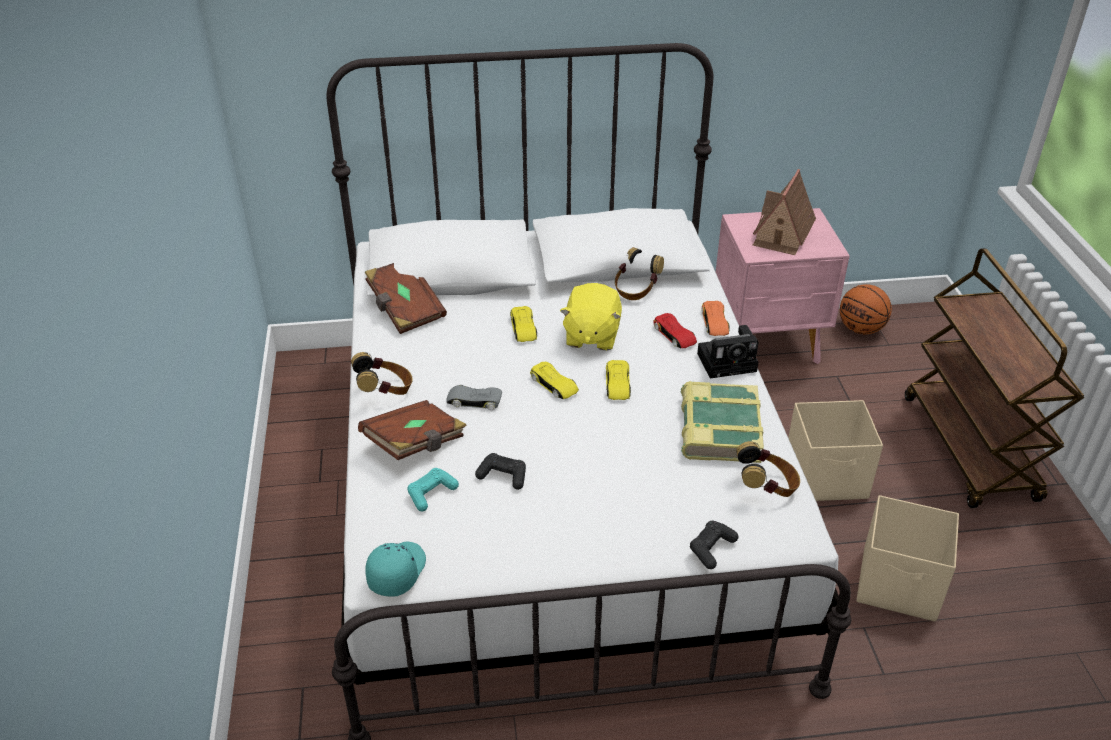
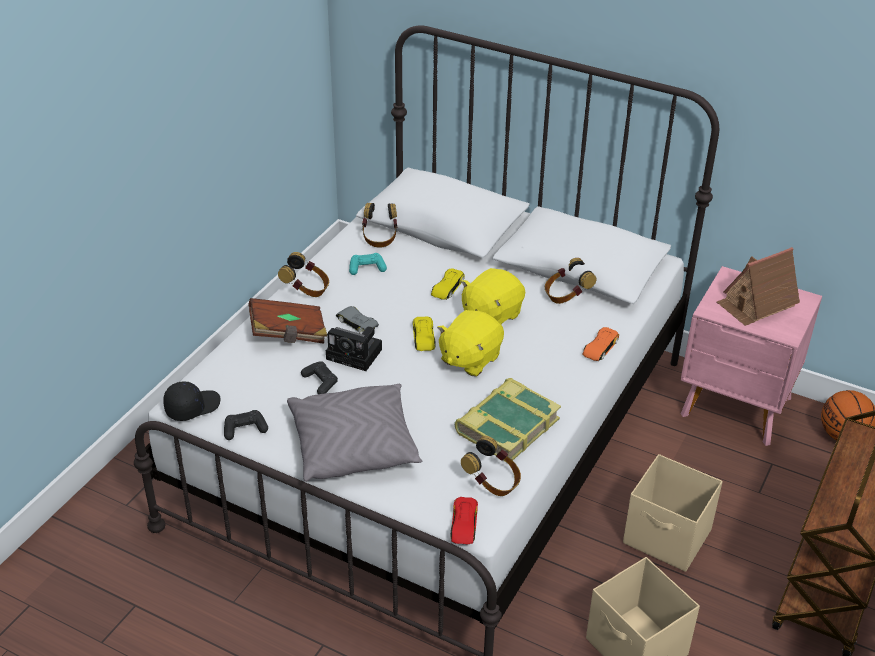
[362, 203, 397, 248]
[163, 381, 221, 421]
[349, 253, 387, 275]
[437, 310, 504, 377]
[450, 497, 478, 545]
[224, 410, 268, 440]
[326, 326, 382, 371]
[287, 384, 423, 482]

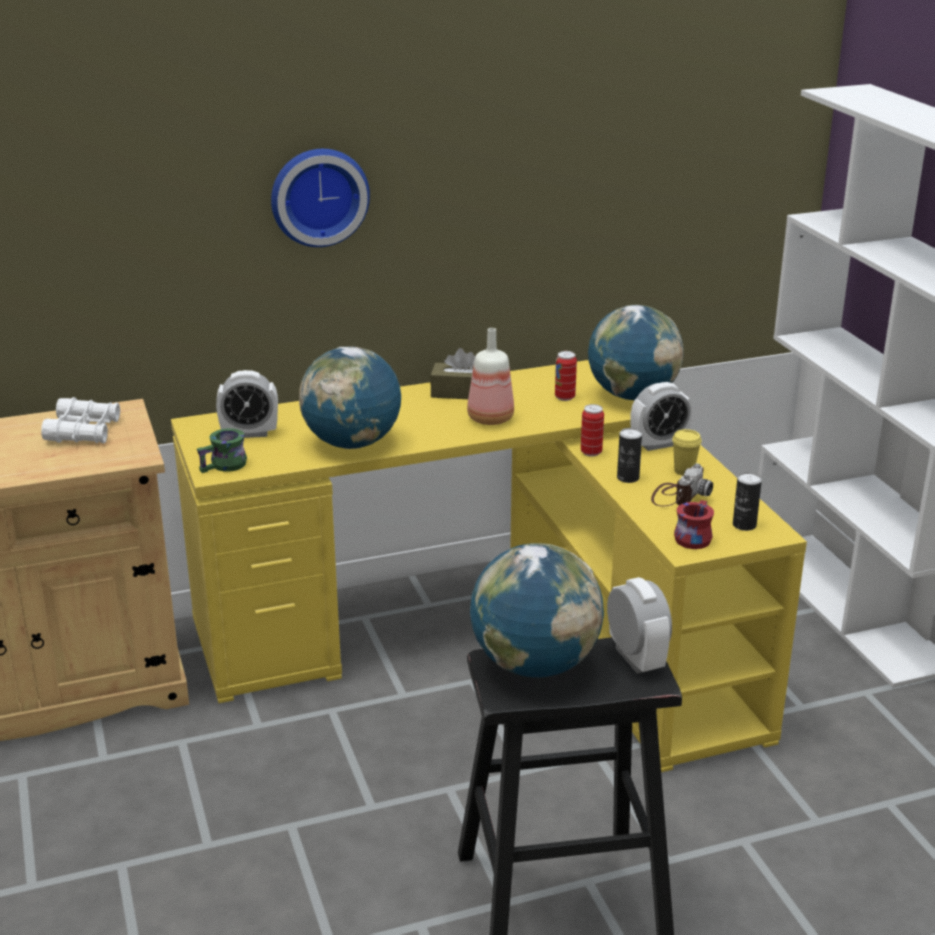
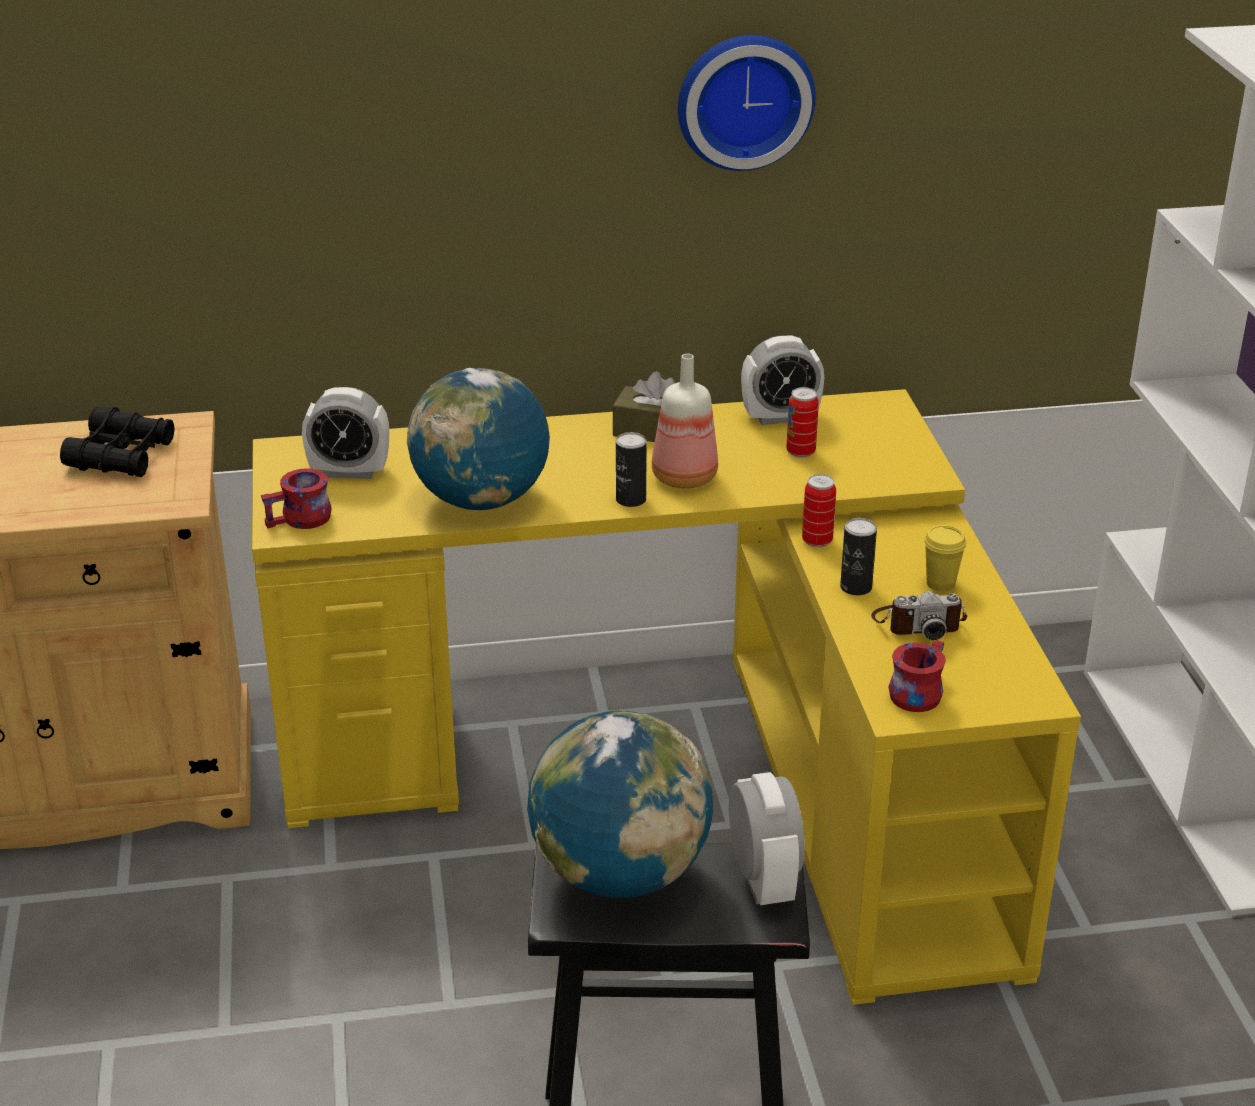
[60, 407, 175, 477]
[261, 468, 332, 529]
[678, 35, 816, 171]
[588, 305, 683, 400] (first image)
[741, 335, 824, 425]
[871, 591, 967, 640]
[616, 432, 647, 507]

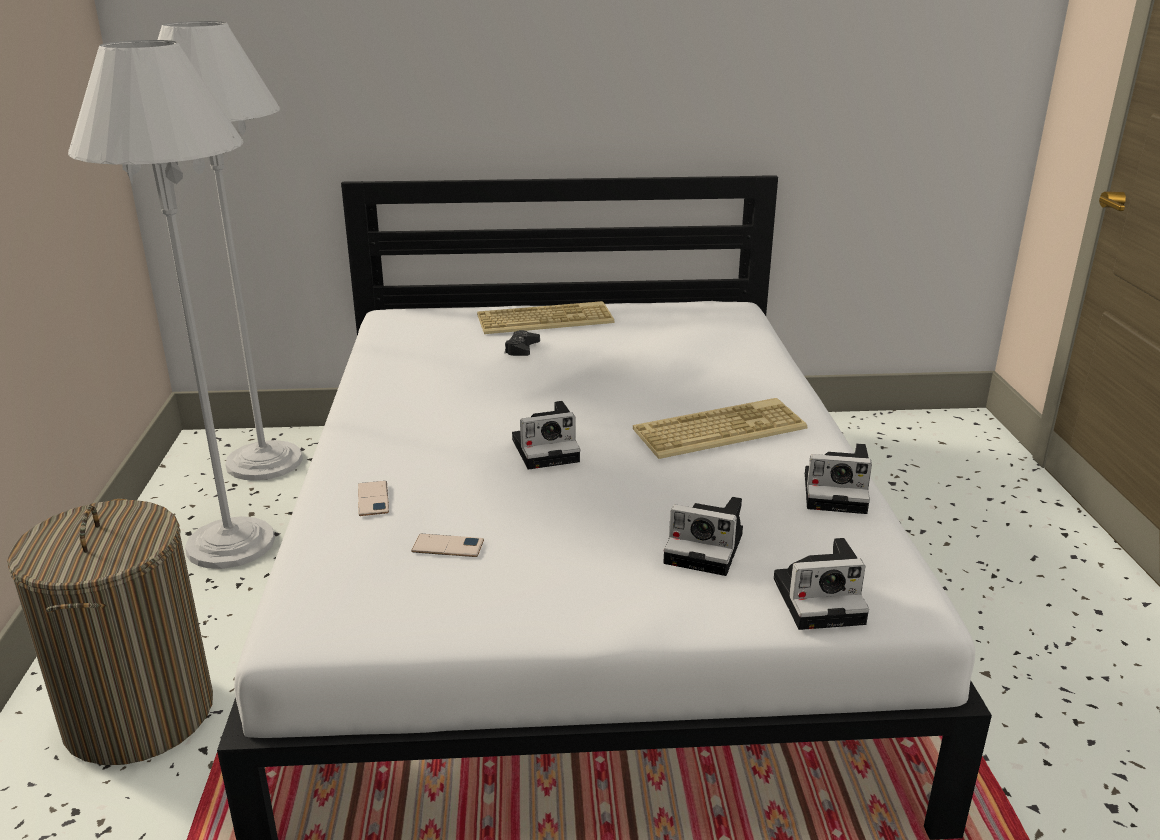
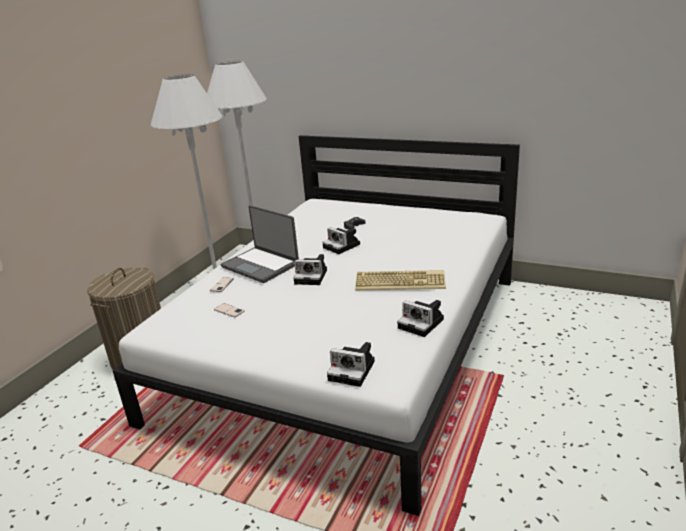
[477, 301, 615, 334] (first image)
[322, 227, 360, 254]
[220, 205, 299, 283]

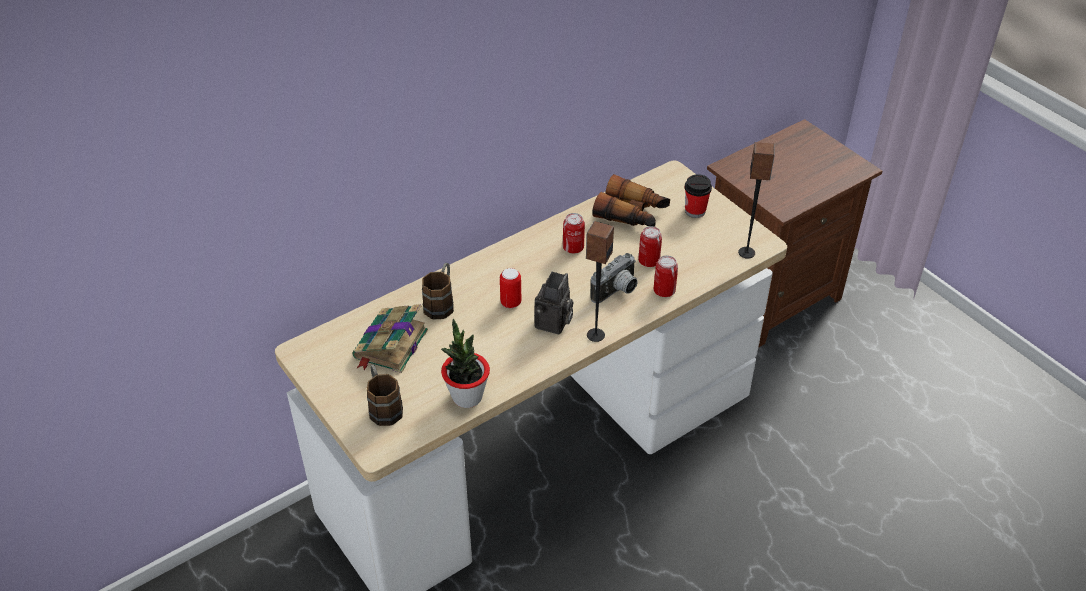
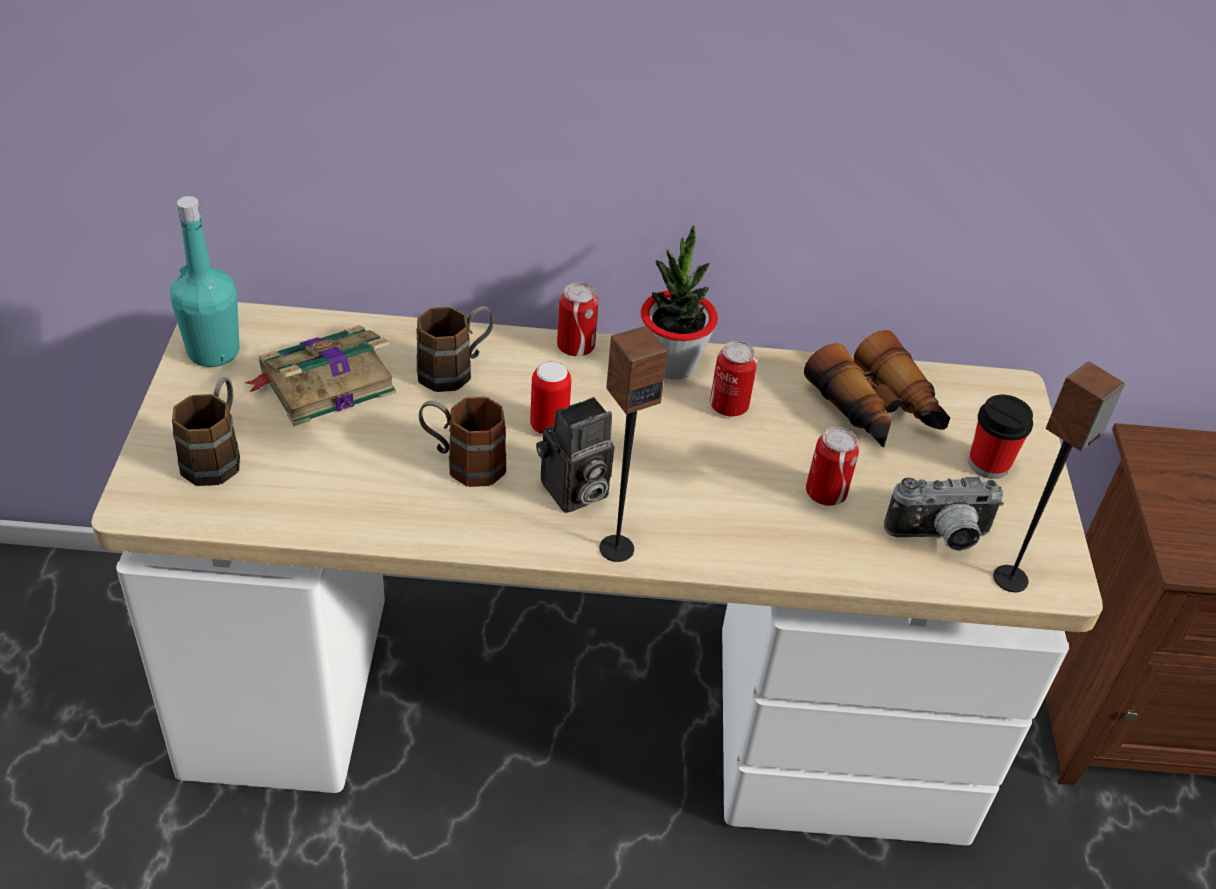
[641, 225, 718, 380]
[883, 477, 1004, 551]
[557, 282, 598, 356]
[170, 196, 240, 367]
[419, 397, 506, 487]

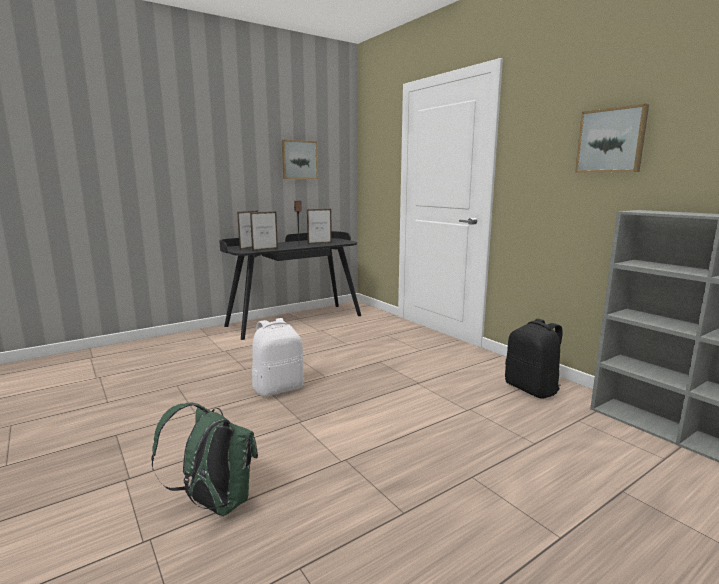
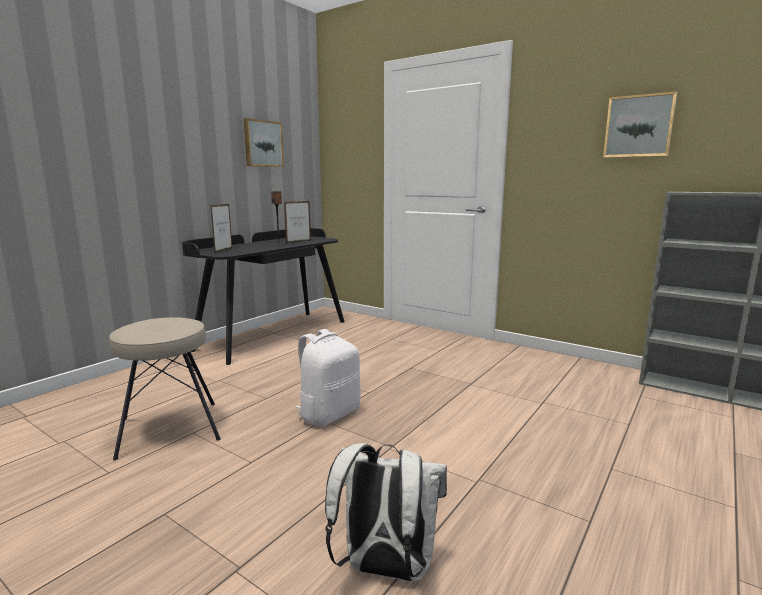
[325, 443, 447, 581]
[250, 211, 278, 251] (first image)
[505, 319, 563, 399] (first image)
[109, 317, 221, 460]

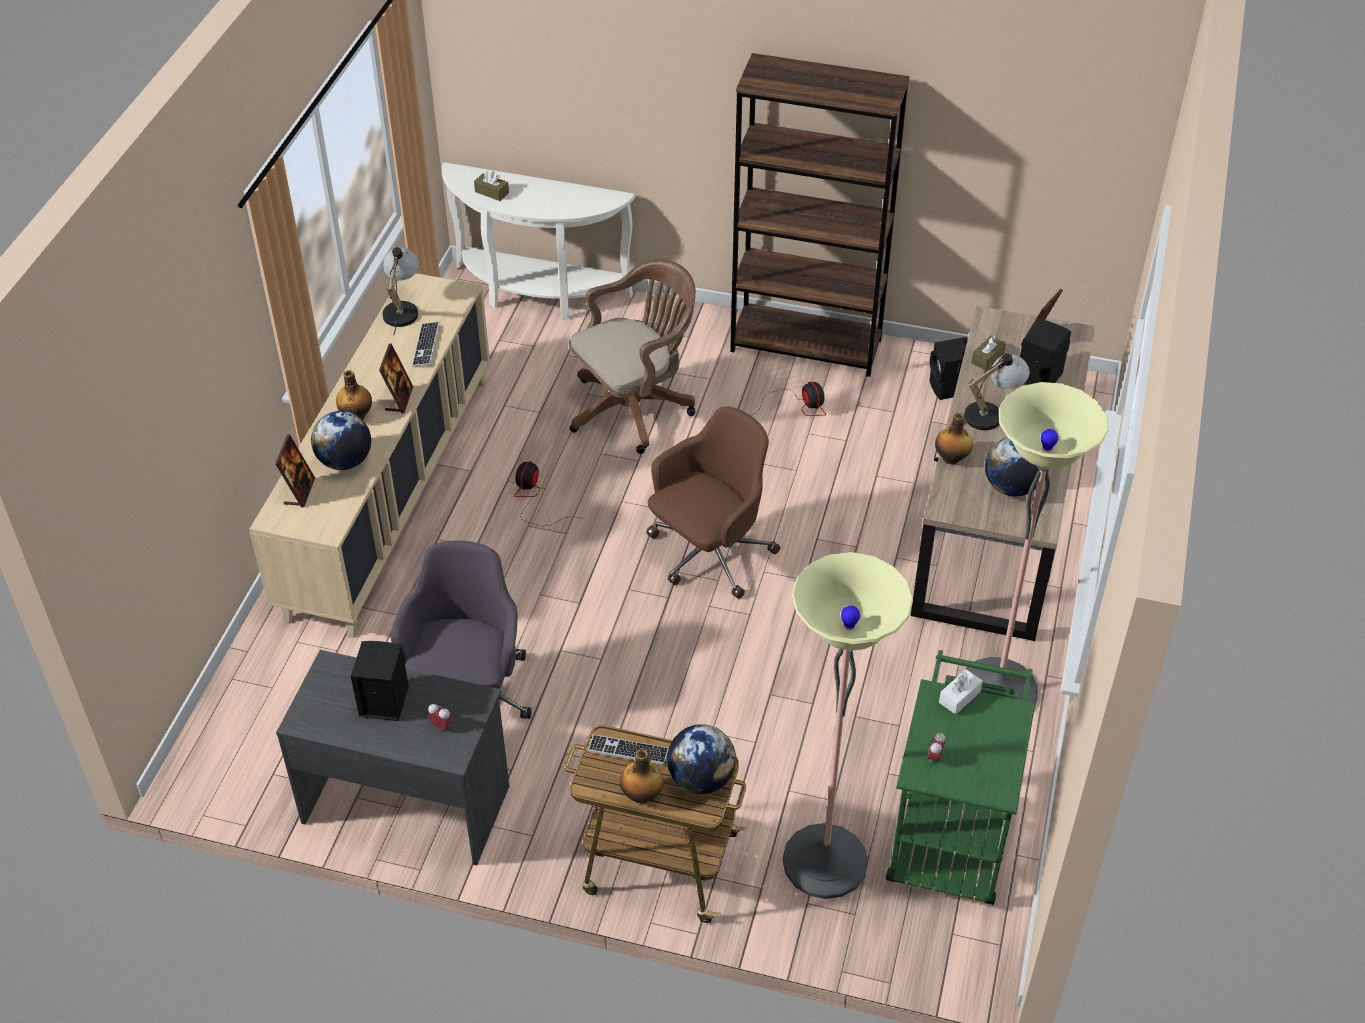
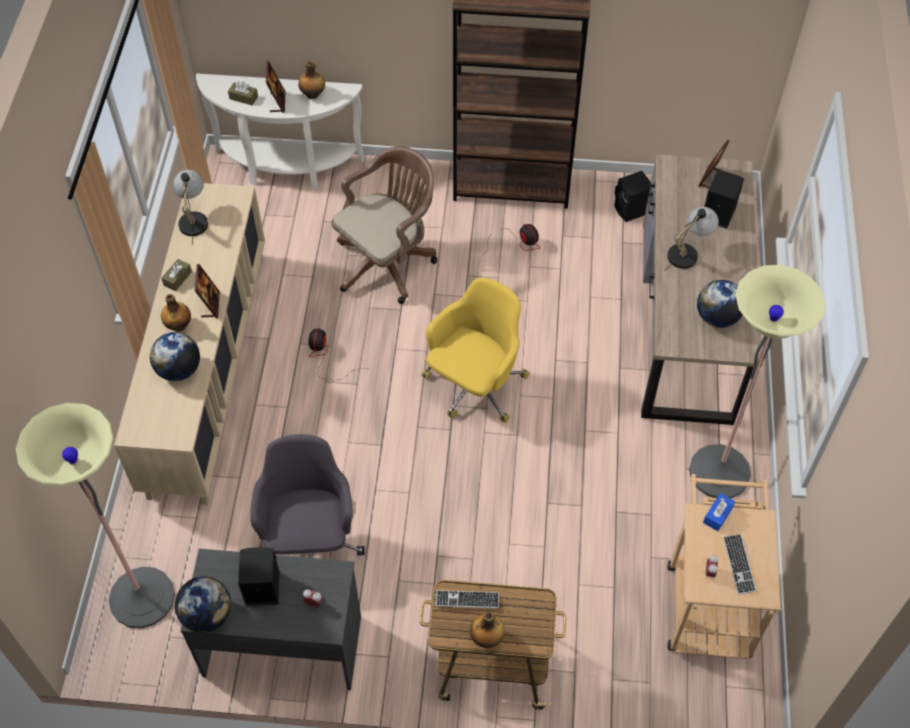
[266, 61, 286, 113]
[723, 534, 756, 595]
[422, 278, 529, 423]
[175, 576, 231, 633]
[16, 403, 175, 629]
[667, 474, 781, 659]
[298, 61, 325, 99]
[703, 493, 735, 531]
[161, 259, 192, 291]

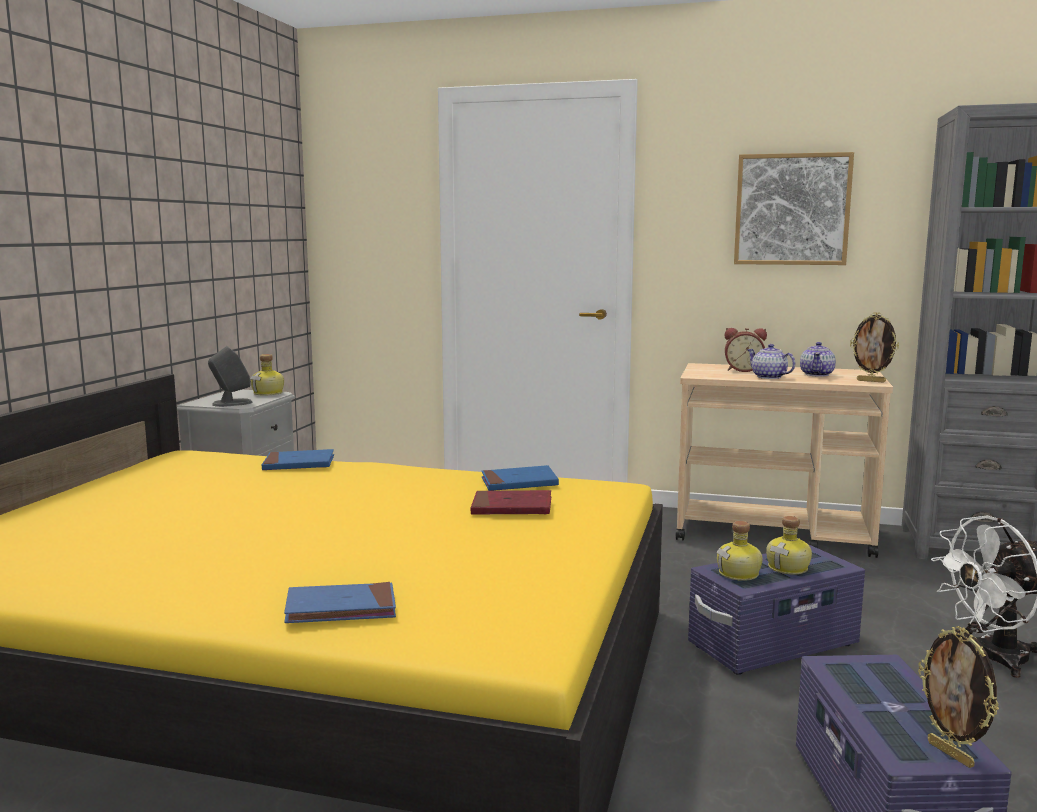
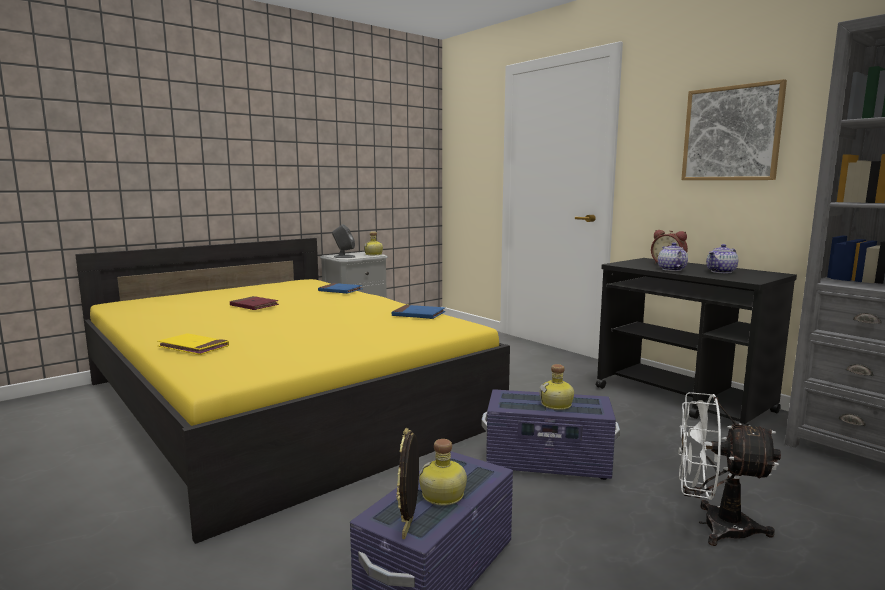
[157, 333, 229, 355]
[230, 296, 279, 310]
[596, 258, 797, 426]
[419, 439, 467, 506]
[850, 312, 899, 383] (first image)

